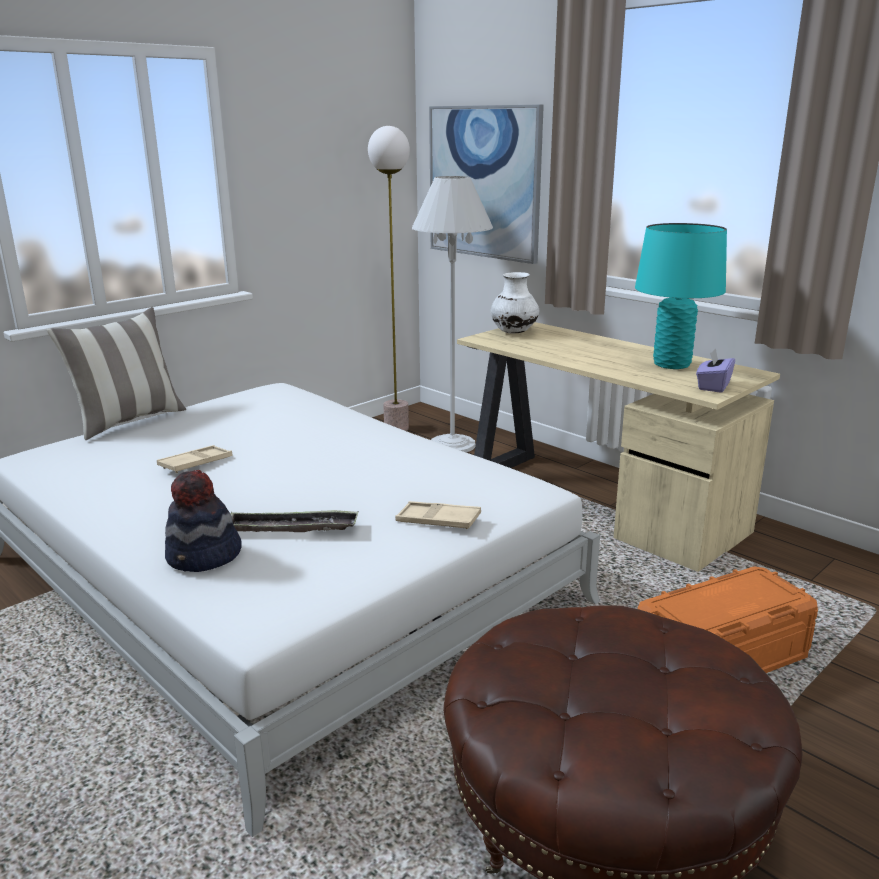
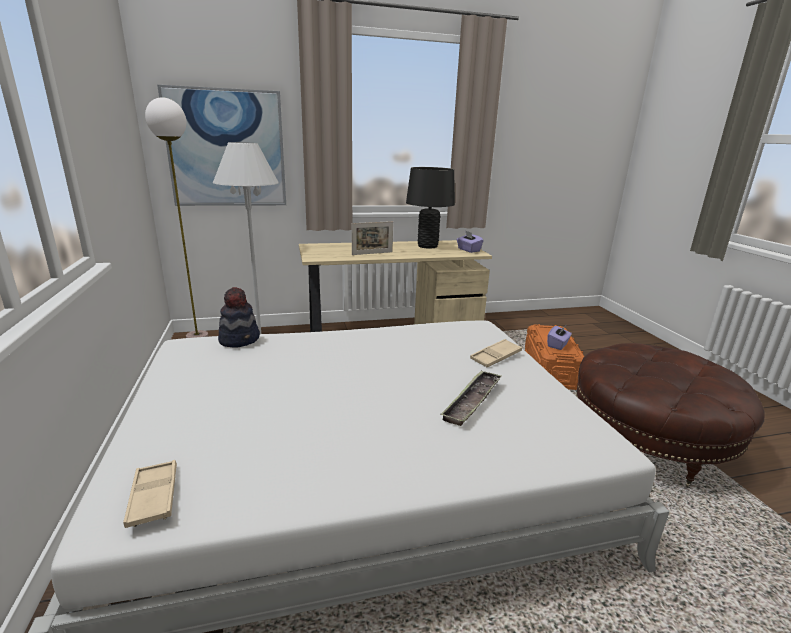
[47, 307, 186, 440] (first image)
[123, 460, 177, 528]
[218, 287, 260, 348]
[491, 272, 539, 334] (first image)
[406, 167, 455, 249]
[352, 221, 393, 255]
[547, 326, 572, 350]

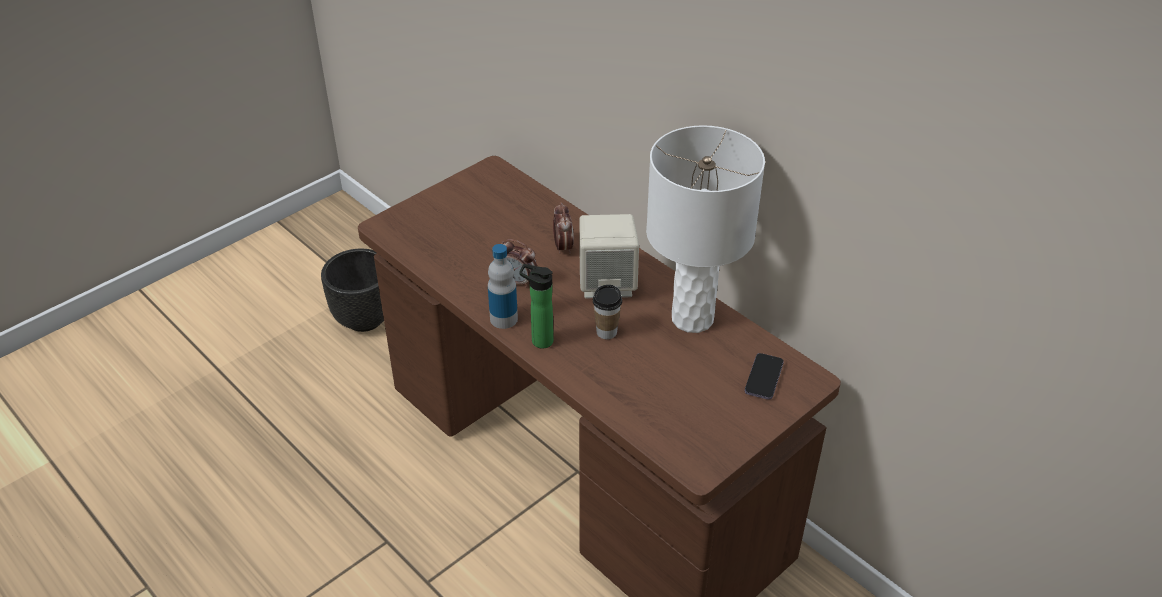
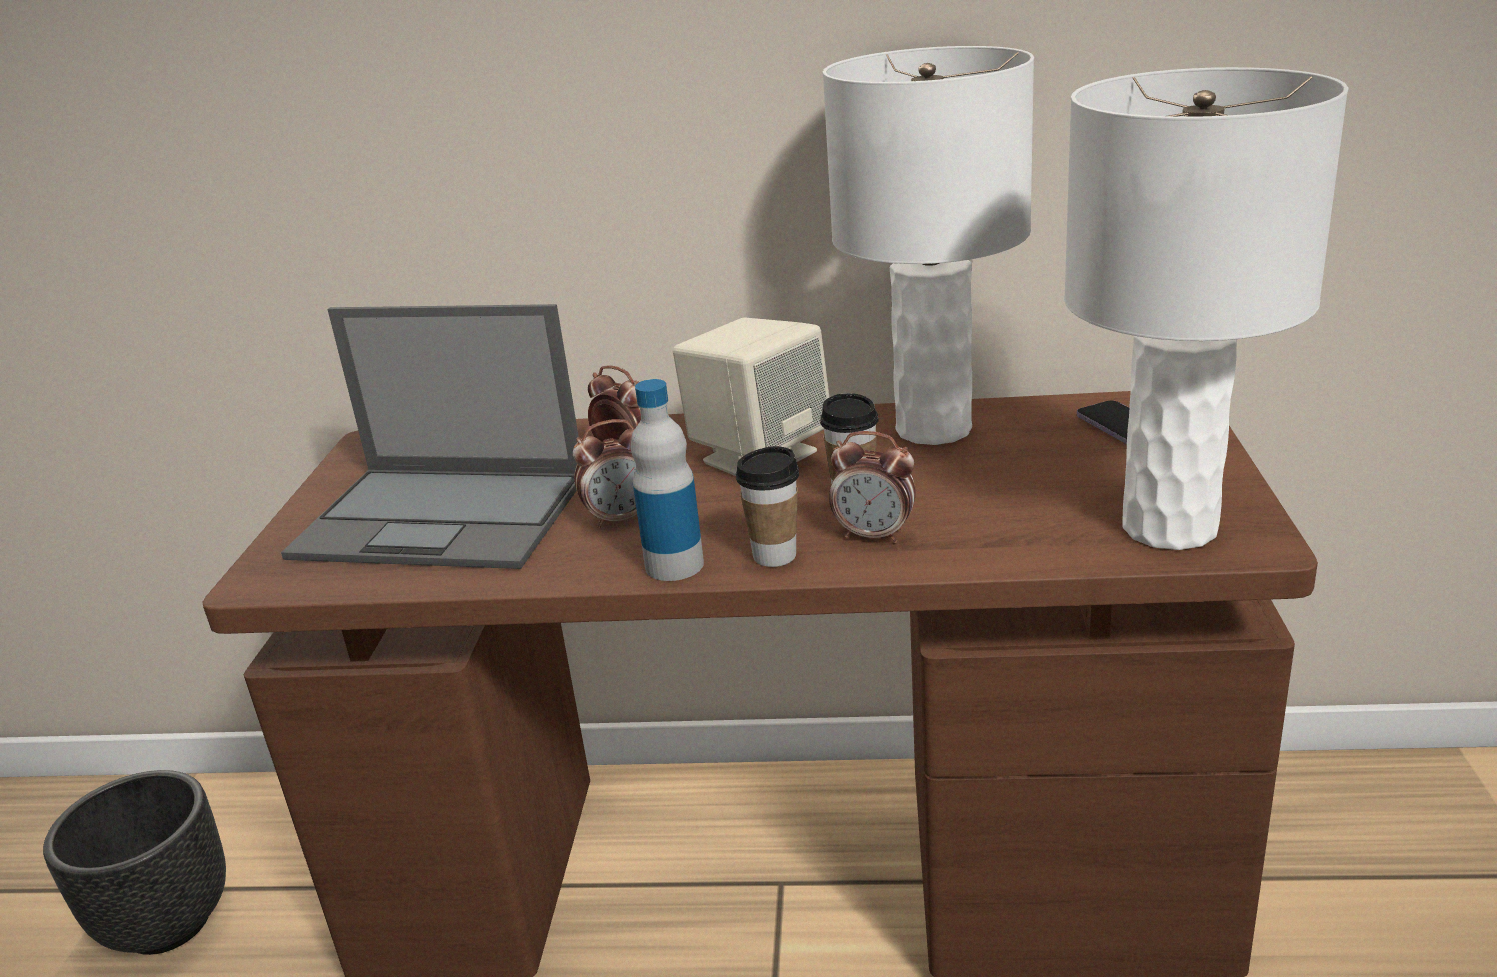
[736, 446, 799, 567]
[281, 304, 579, 569]
[829, 431, 916, 544]
[1064, 67, 1348, 550]

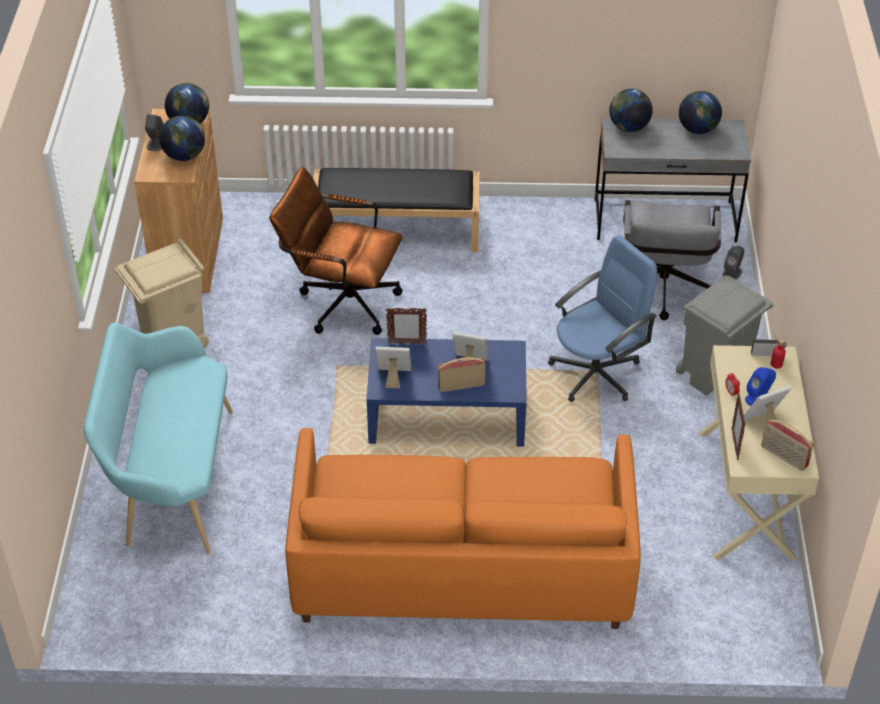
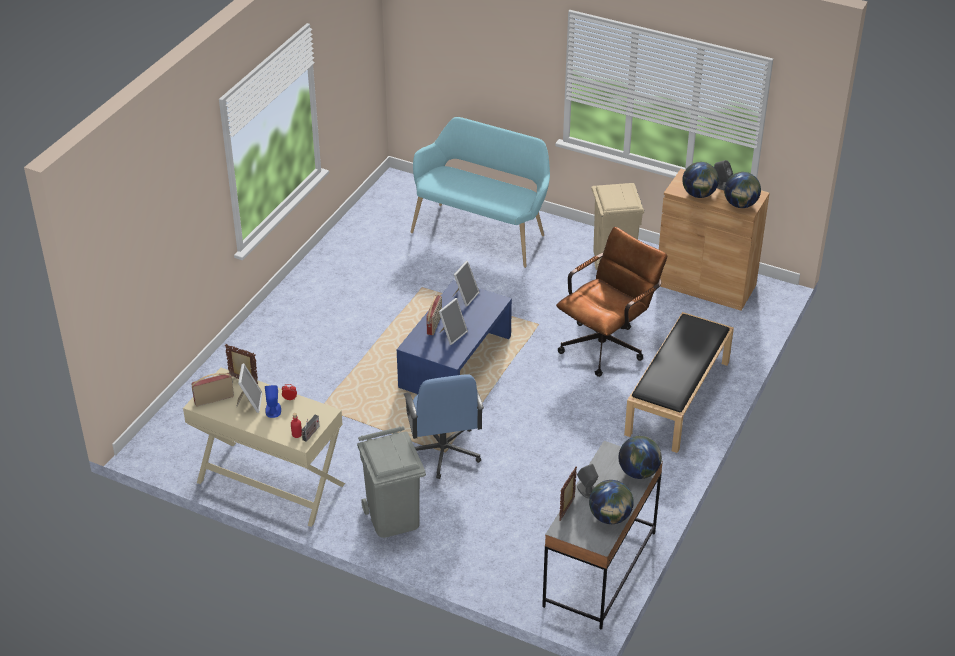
[285, 428, 641, 629] (first image)
[559, 467, 577, 521]
[623, 200, 721, 320] (first image)
[577, 464, 598, 499]

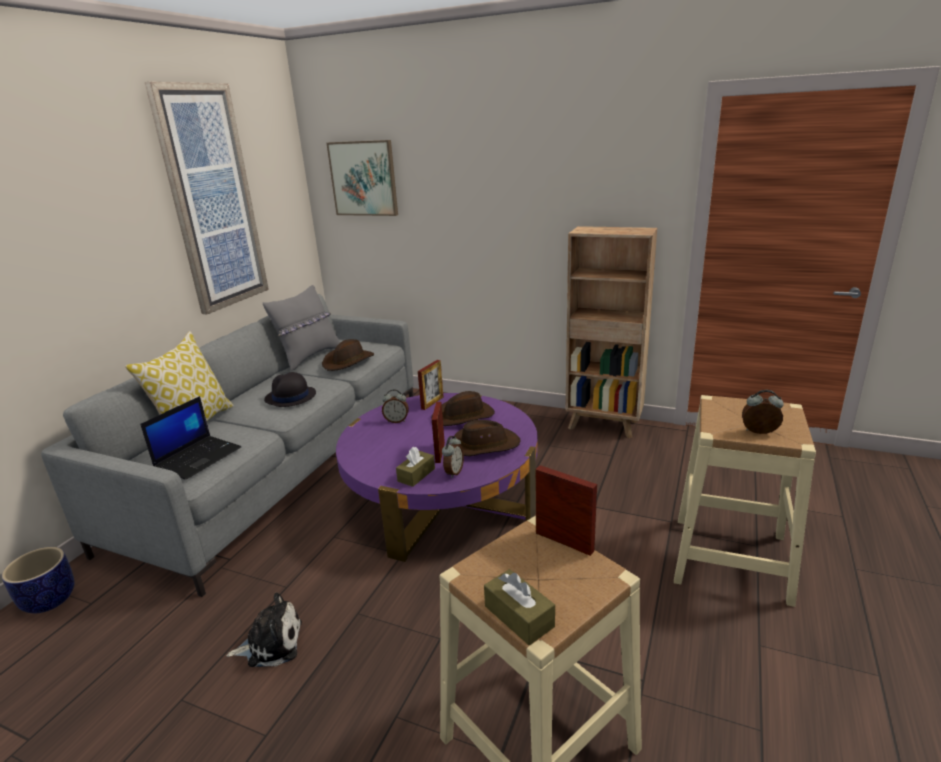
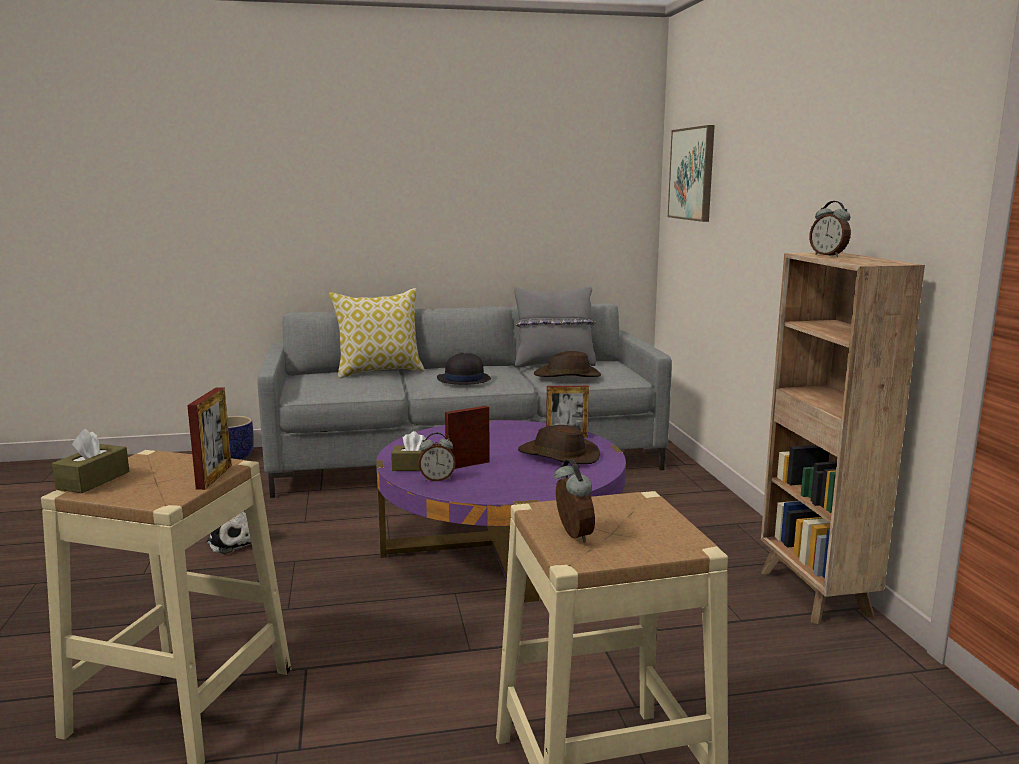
[140, 396, 241, 480] (first image)
[145, 82, 269, 314] (first image)
[809, 201, 851, 257]
[452, 420, 521, 456] (first image)

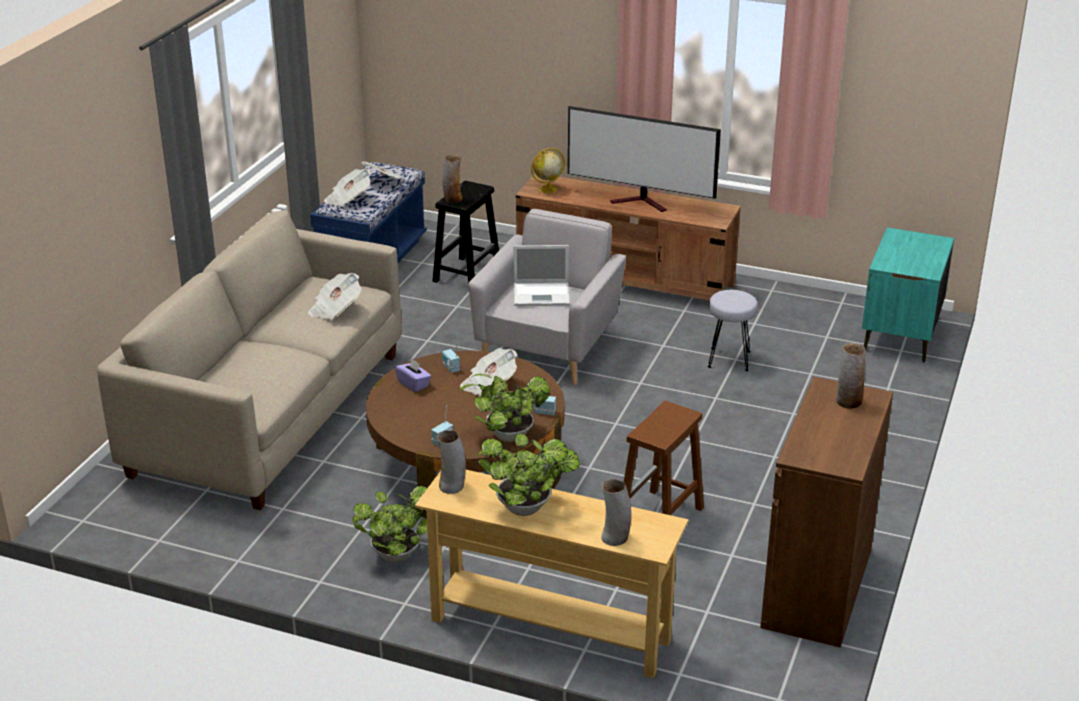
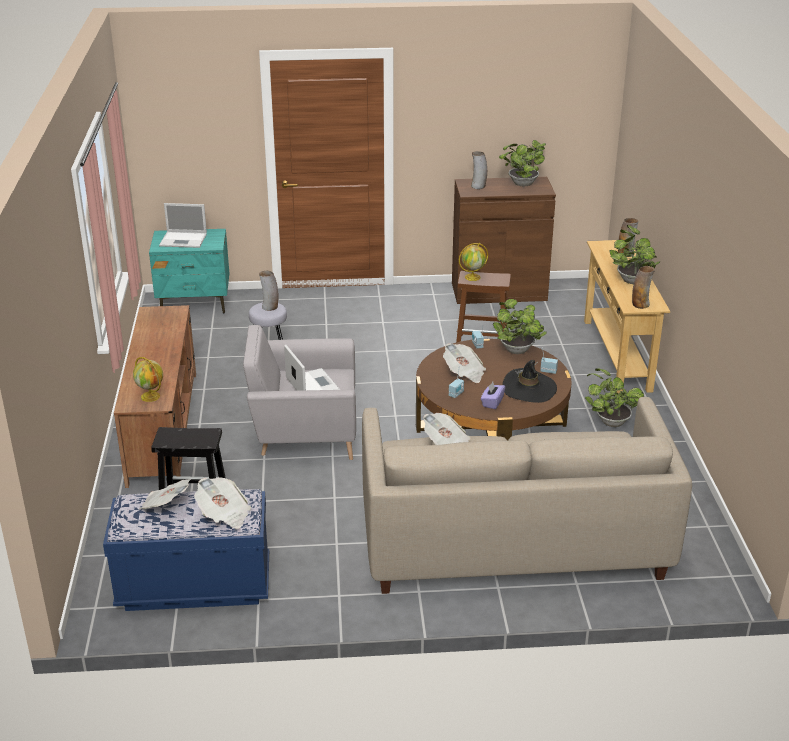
[259, 270, 278, 311]
[568, 106, 721, 212] (first image)
[159, 203, 207, 248]
[459, 243, 488, 281]
[499, 140, 546, 186]
[503, 360, 557, 403]

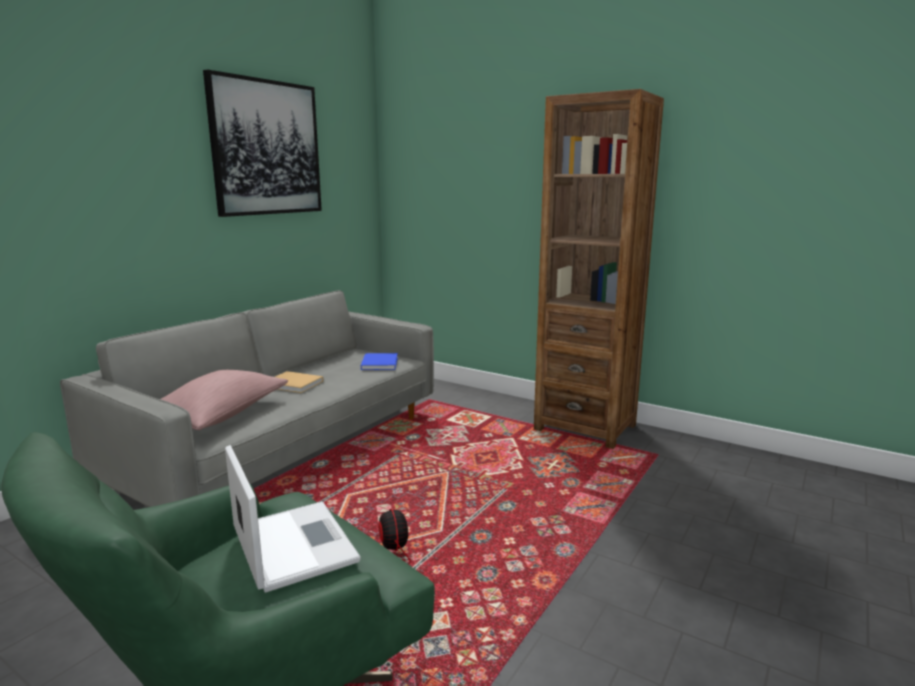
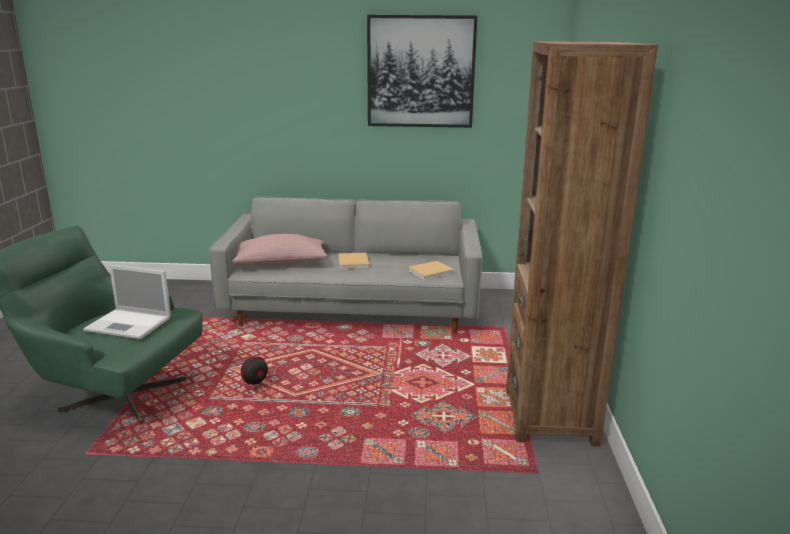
[83, 265, 171, 339]
[408, 261, 454, 280]

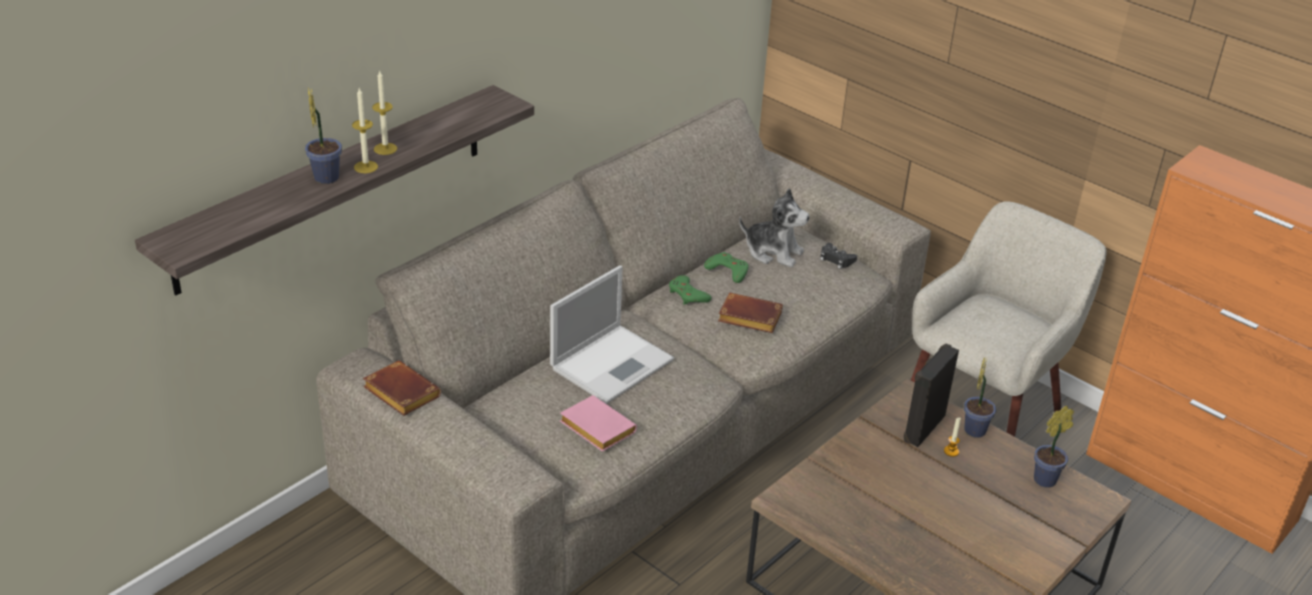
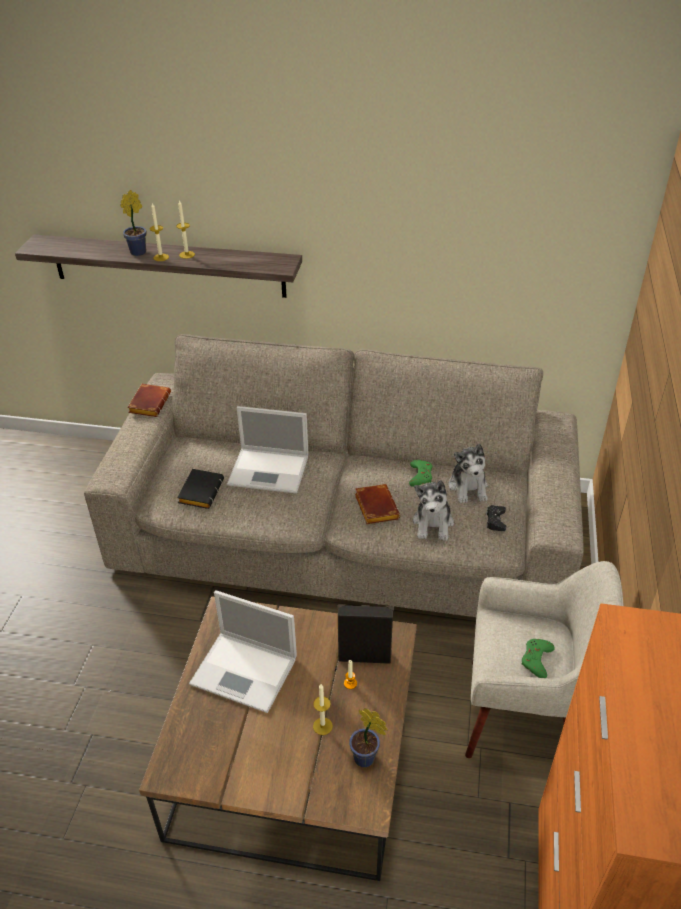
[177, 469, 224, 509]
[521, 639, 555, 678]
[964, 357, 996, 438] (first image)
[189, 590, 297, 713]
[313, 684, 333, 735]
[413, 480, 454, 541]

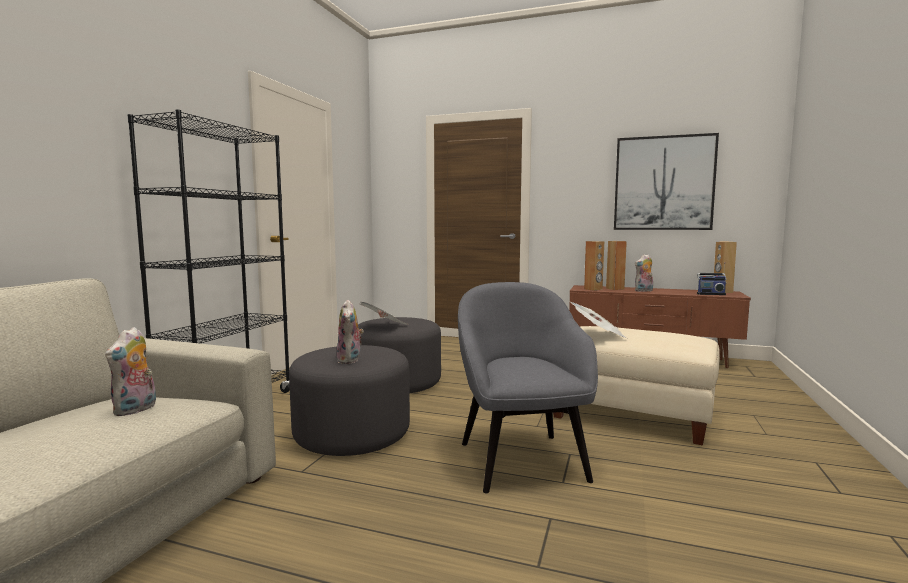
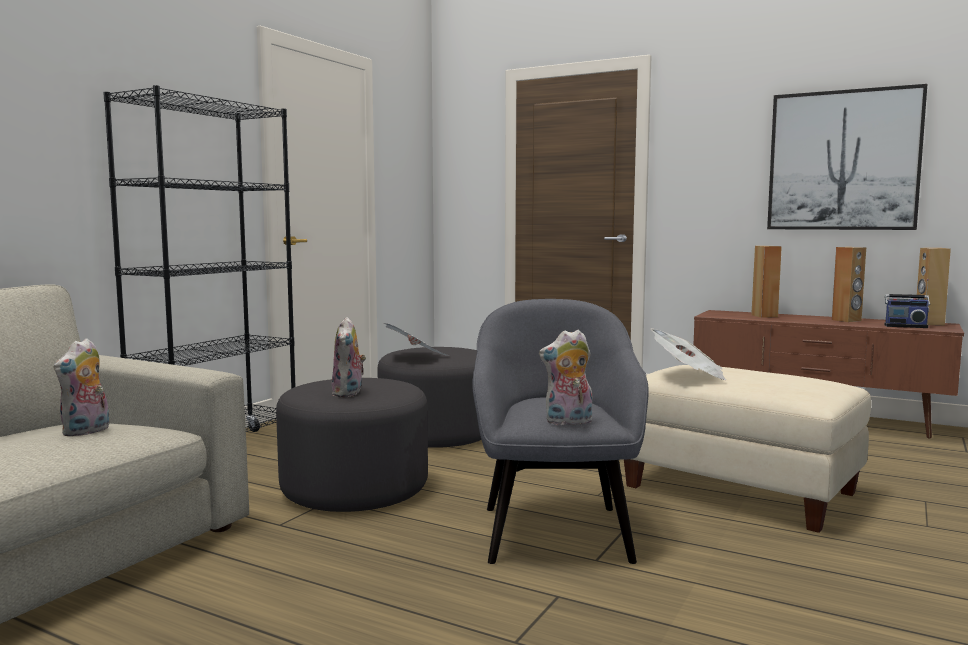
[832, 247, 866, 322]
[539, 330, 592, 425]

